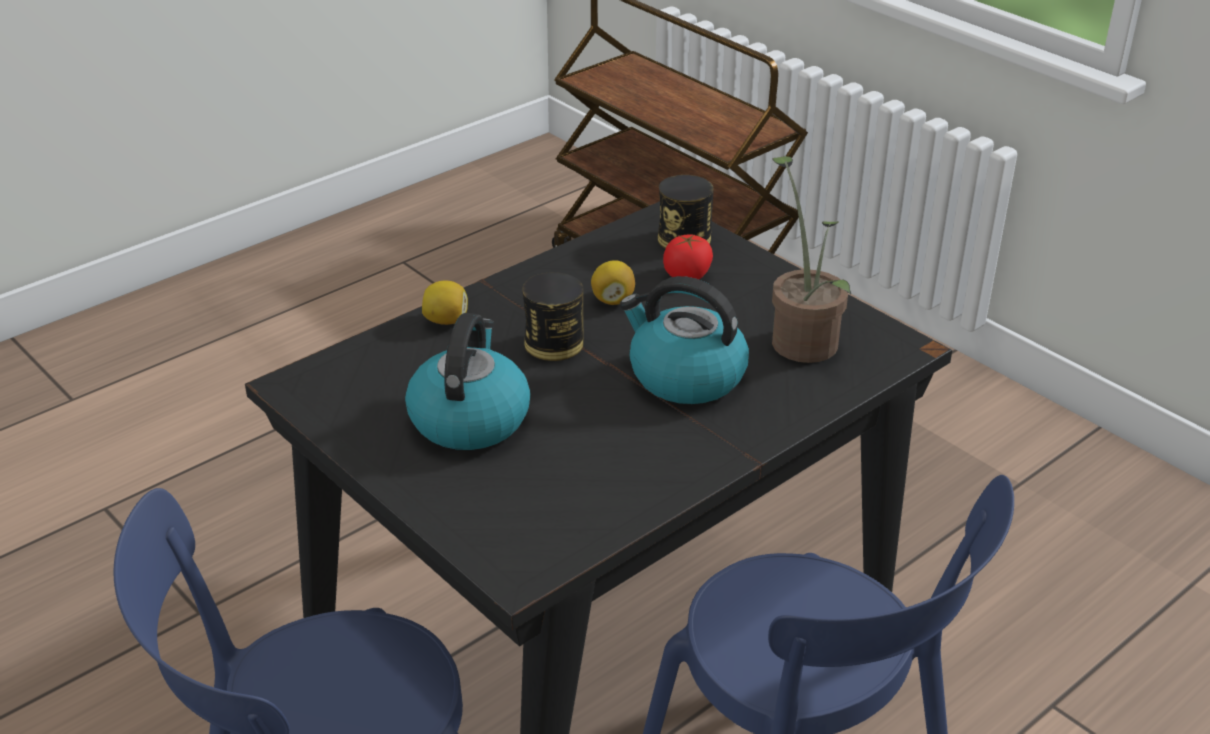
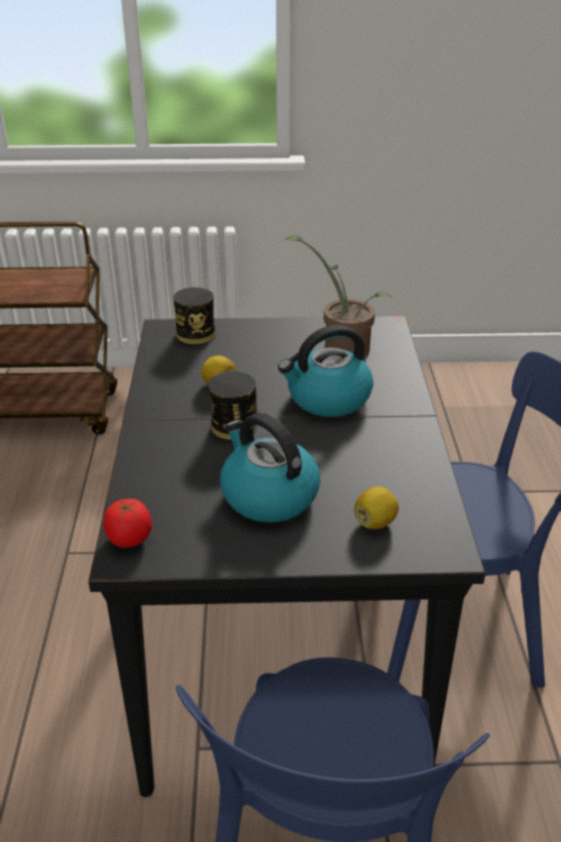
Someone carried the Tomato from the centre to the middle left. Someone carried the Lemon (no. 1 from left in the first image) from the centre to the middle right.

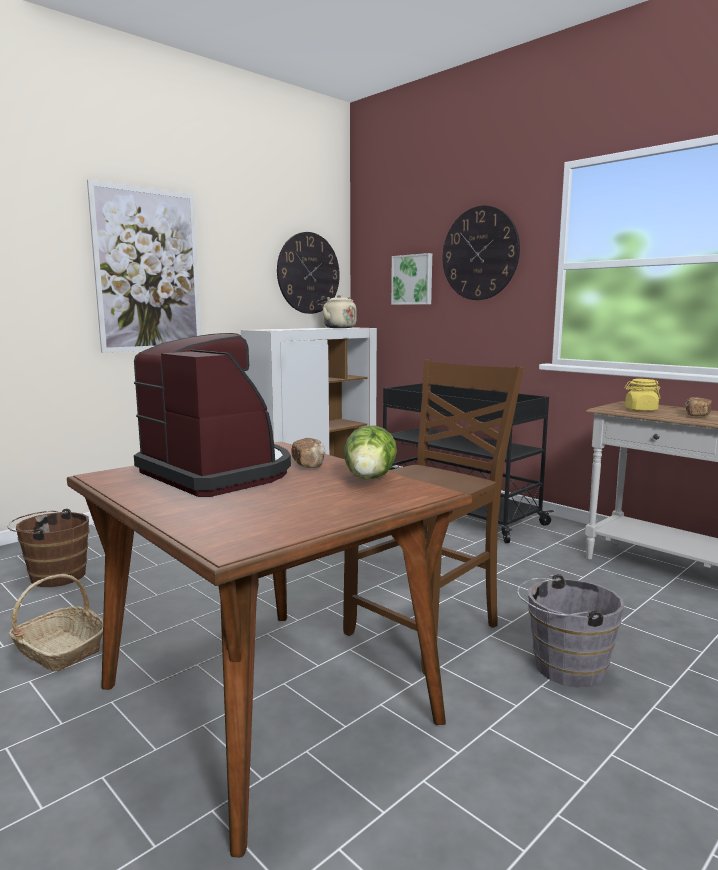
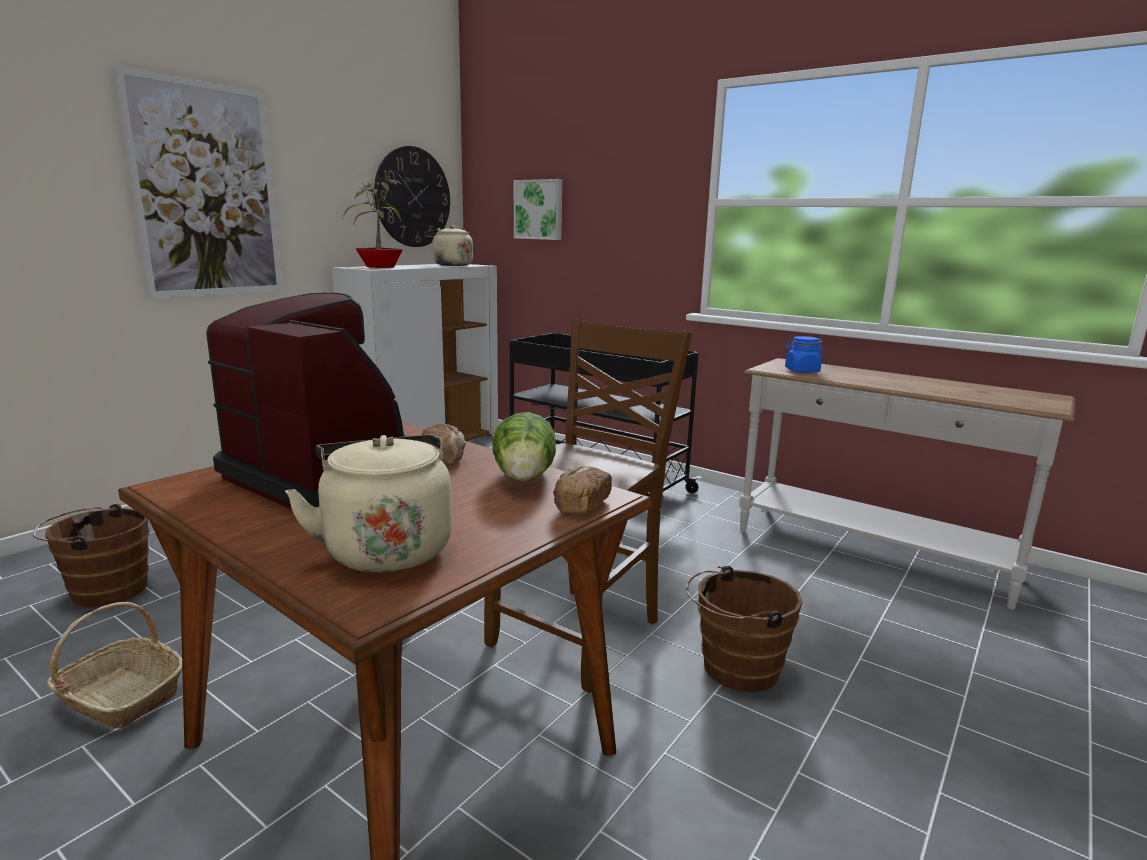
Someone took away the WallClock (no. 2 from left) at the top right. Someone repainted the YellowJar at the middle right, which became the BlueJar at the middle right. Someone carried the Bread (no. 2 from left) from the middle right to the centre. Someone repainted the GreyBucket at the bottom right, which became the BrownBucket (no. 2 from left) at the bottom centre. Someone put down the PottedPlant at the top left. Someone put down the BeigeKettle (no. 1 from left) at the middle left.

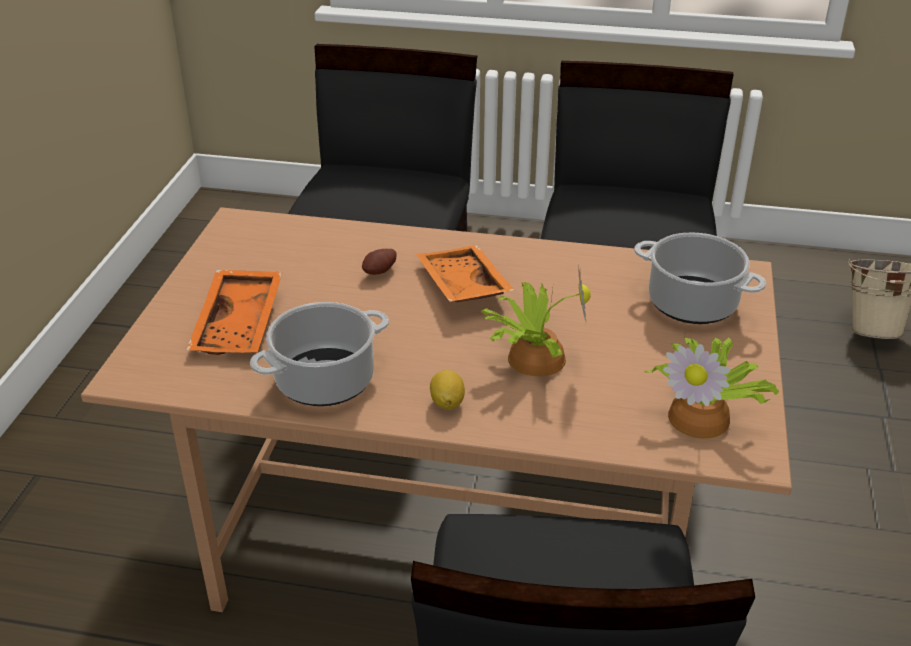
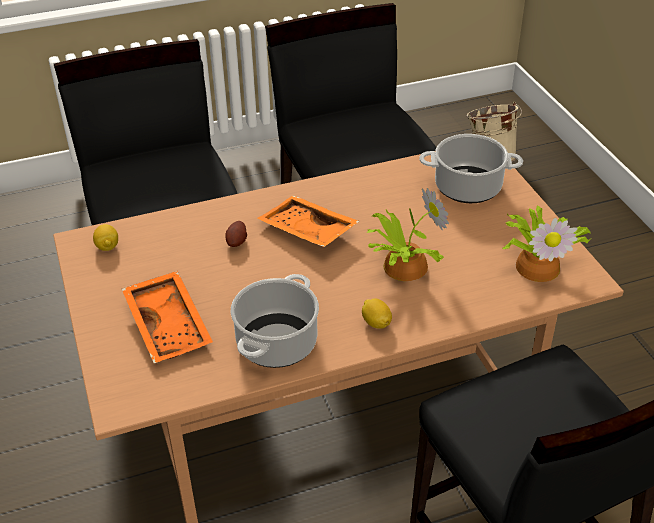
Someone put down the Lemon (no. 1 from left) at the middle left.

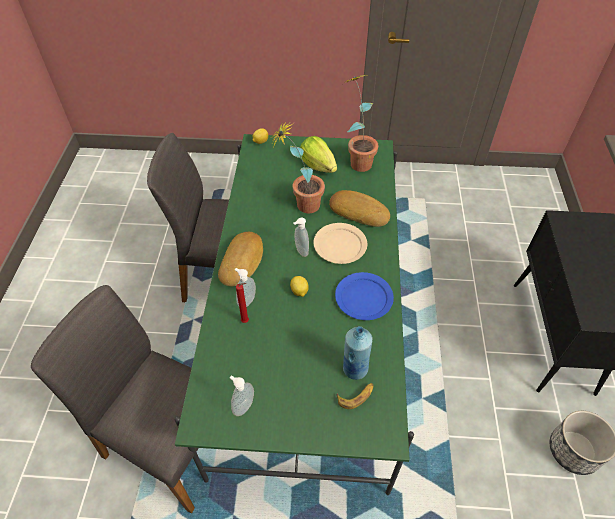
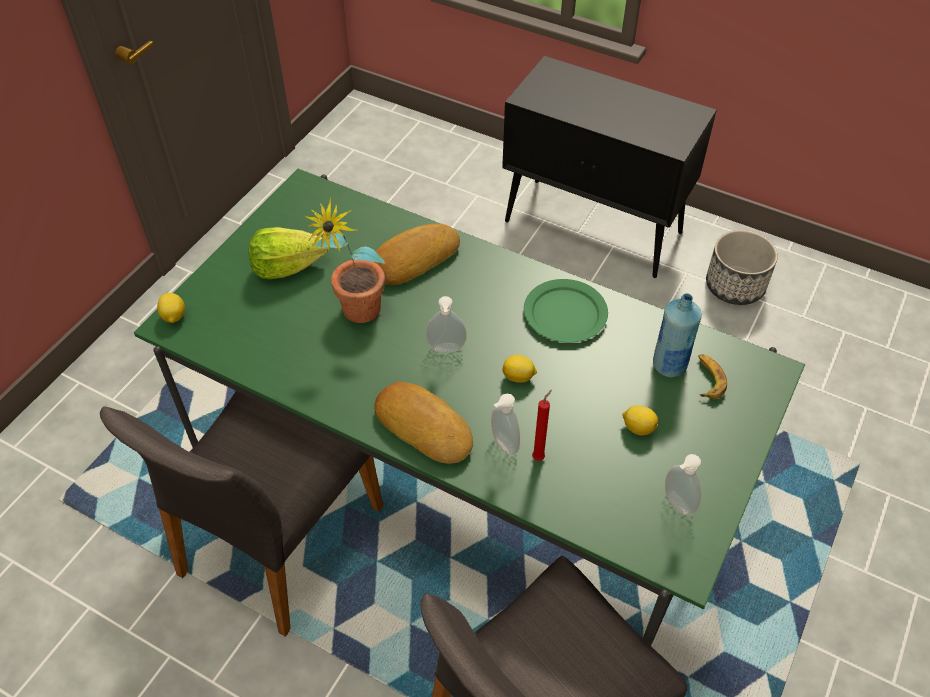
Someone took away the PottedPlant (no. 2 from left) at the top centre. Someone took away the BeigePlate at the centre. Someone repainted the BluePlate at the centre, which became the GreenPlate at the centre. Someone put down the Lemon (no. 3 from left) at the middle right.

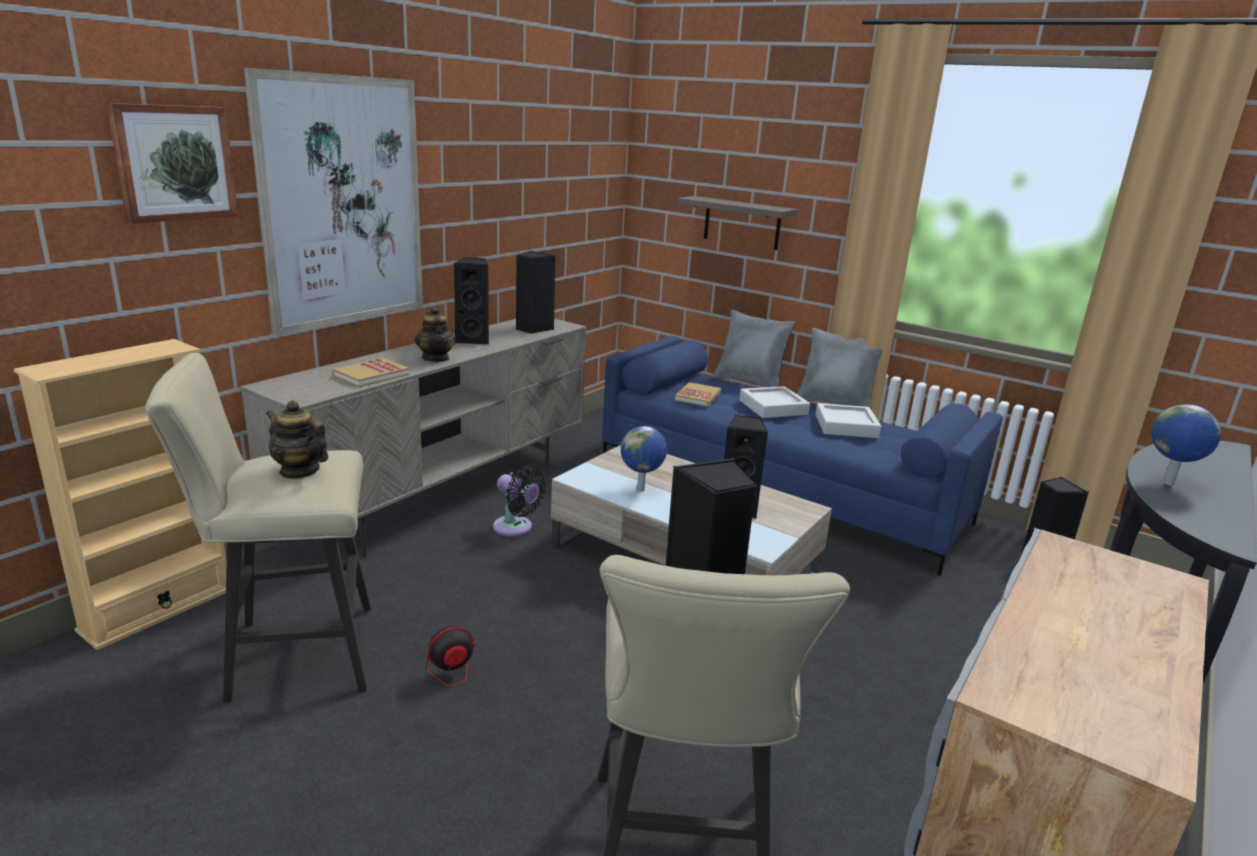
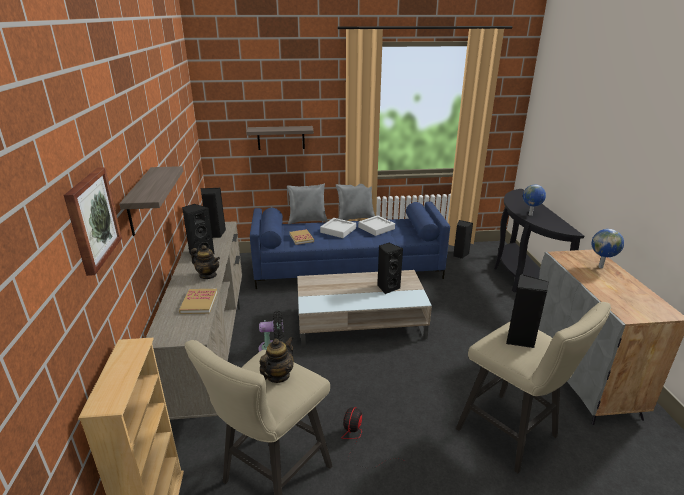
Someone swapped the Picture (no. 2 from left) at the top left for the Shelf (no. 1 from left) at the middle left. Someone rotated the Teapot (no. 1 from left in the first image) at the middle left by 135 degrees clockwise. Someone carried the Globe (no. 1 from left in the first image) from the centre to the middle right.

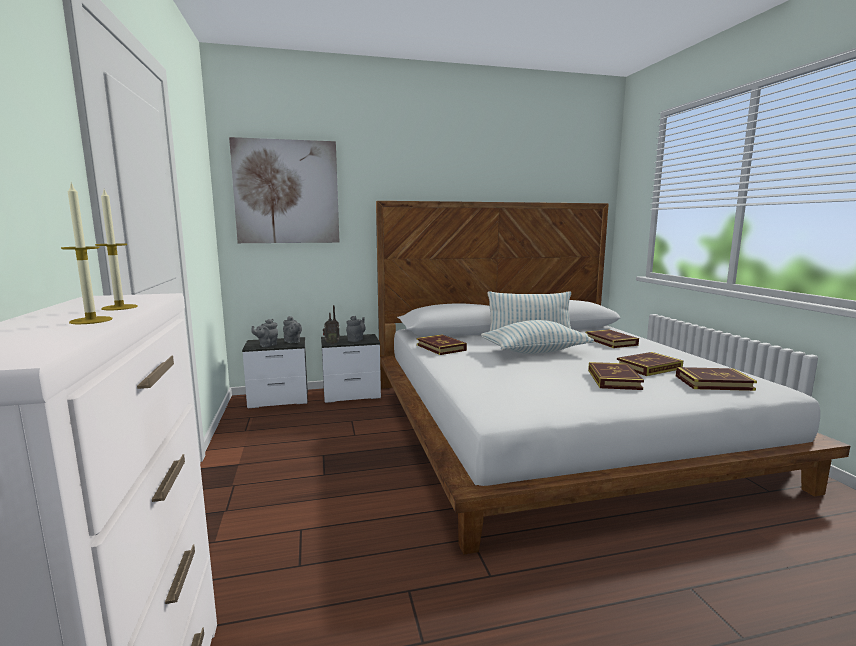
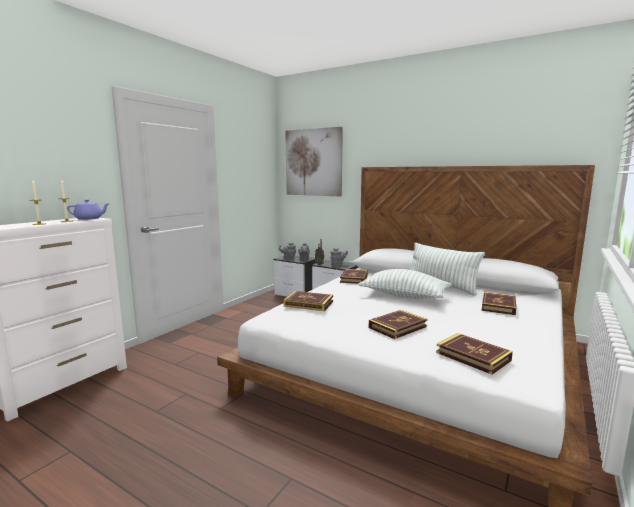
Someone carried the Book (no. 4 from left in the first image) from the middle right to the centre. Someone put down the PurpleTeapot at the middle left.

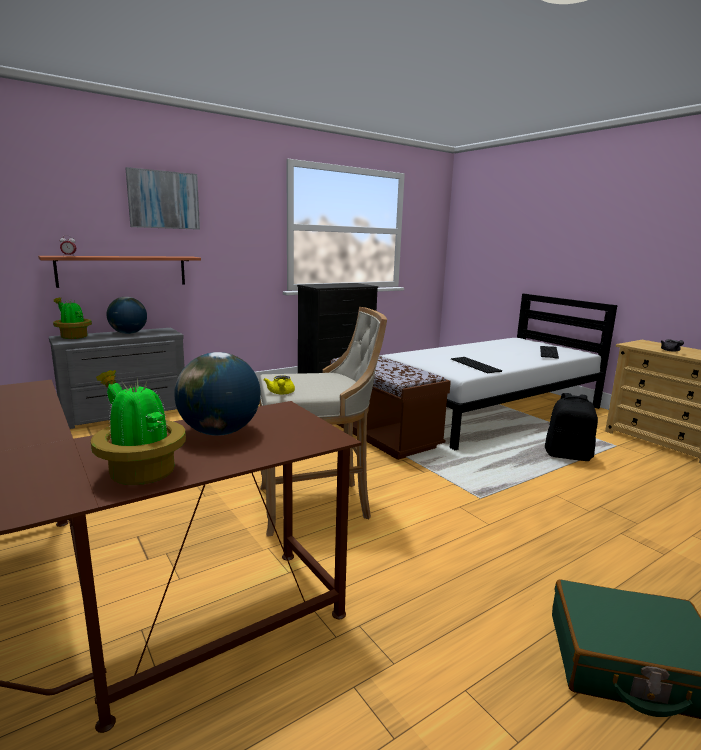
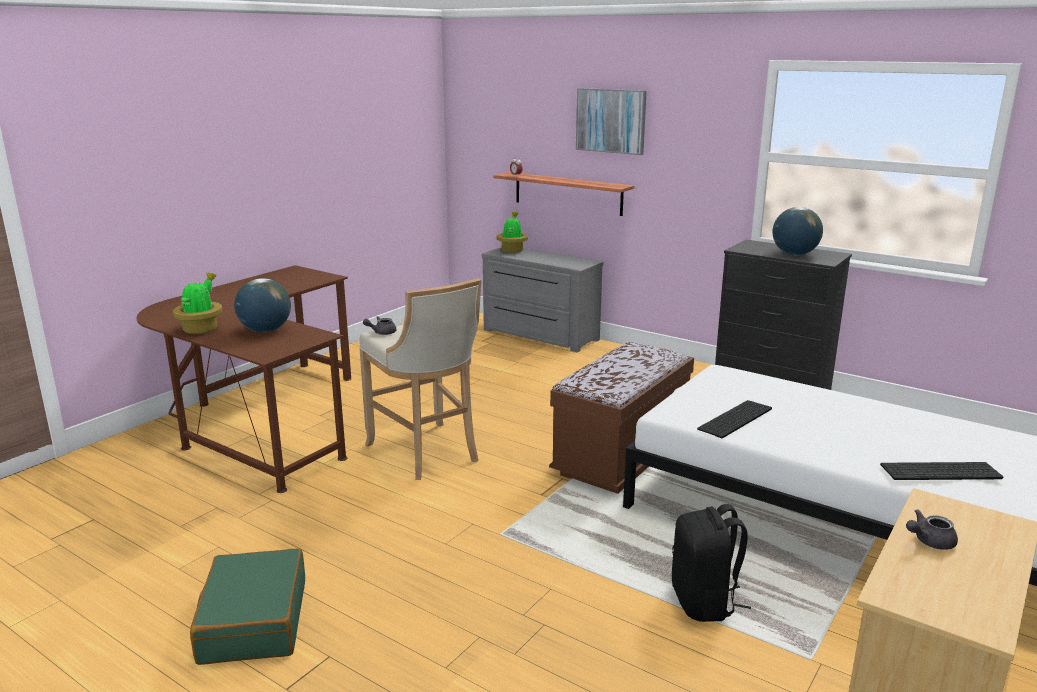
Someone carried the Globe (no. 1 from left in the first image) from the middle left to the middle right. Someone repainted the YellowTeapot at the centre, which became the GreyTeapot (no. 1 from left) at the centre.

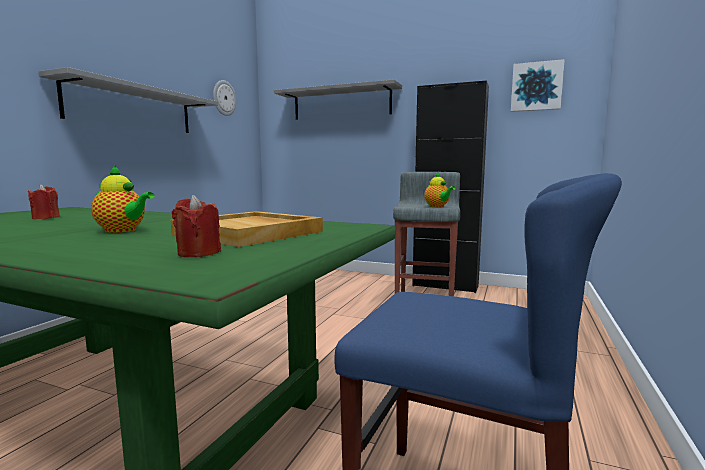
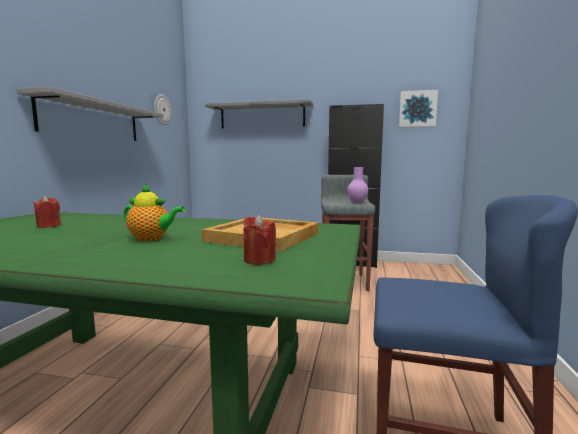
Someone swapped the Teapot (no. 2 from left) at the centre for the PurpleVase at the centre.

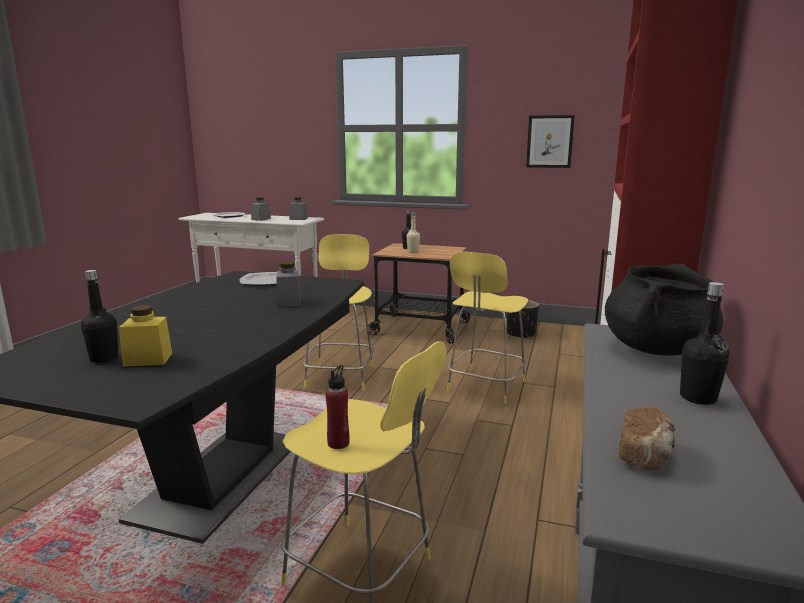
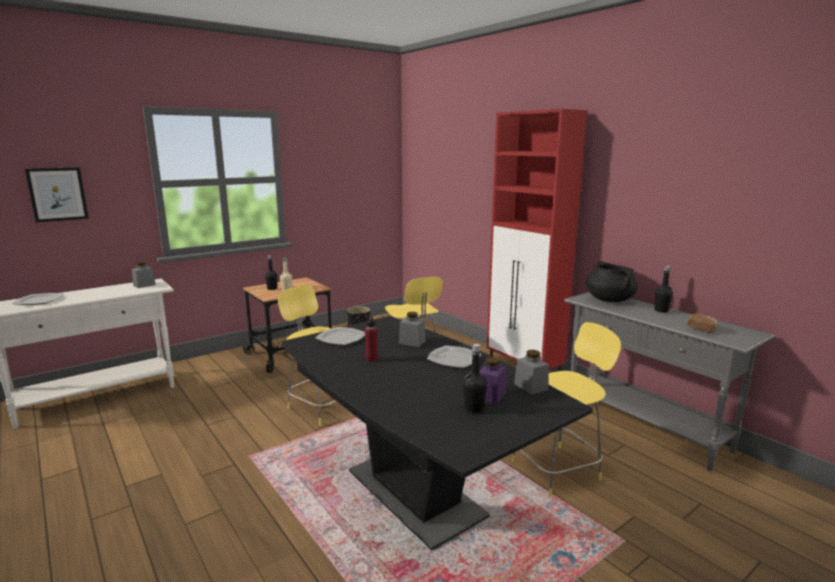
Someone carried the Picture from the top right to the middle left. Someone carried the GreyJar (no. 1 from left in the first image) from the middle left to the centre. Someone repainted the YellowJar at the middle left, which became the PurpleJar at the centre. Someone carried the RedBottle from the bottom centre to the centre. Someone put down the Plate (no. 3 from left) at the centre.

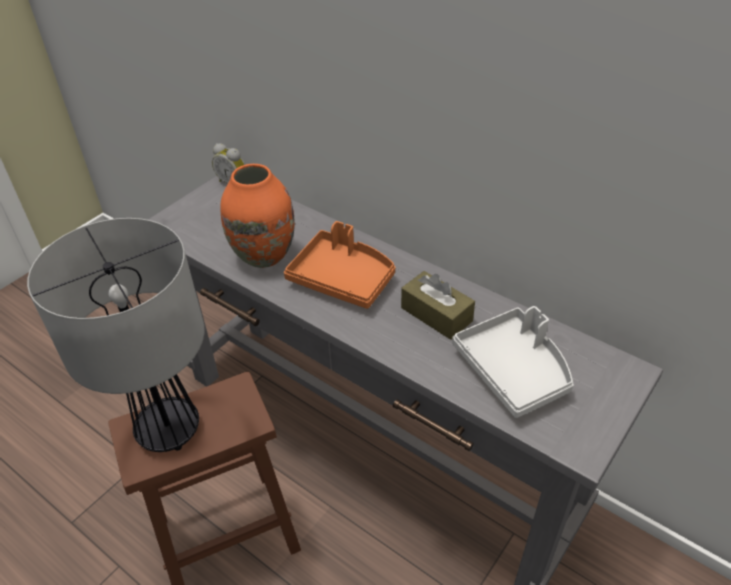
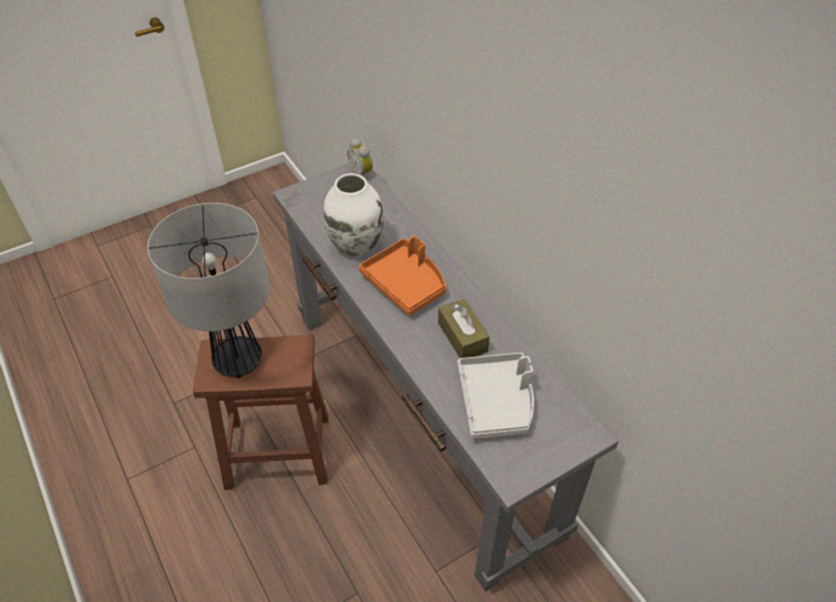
Someone repainted the OrangeVase at the centre, which became the WhiteVase at the centre.

